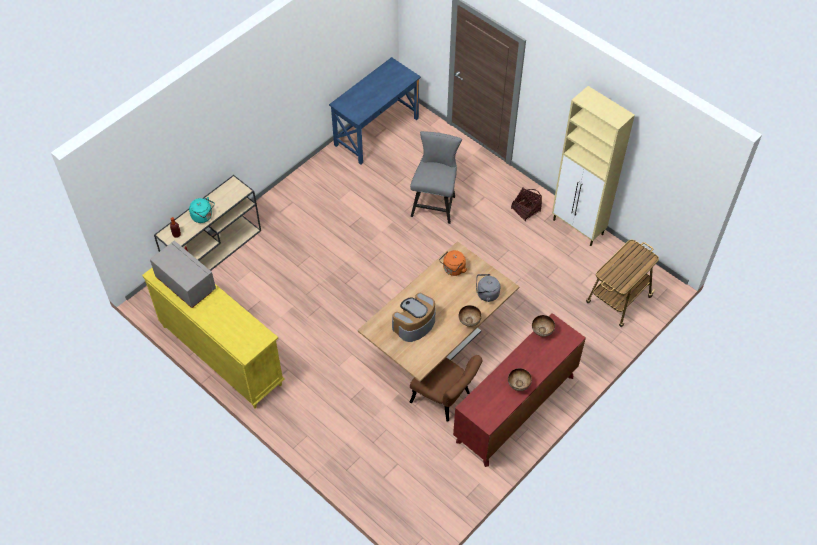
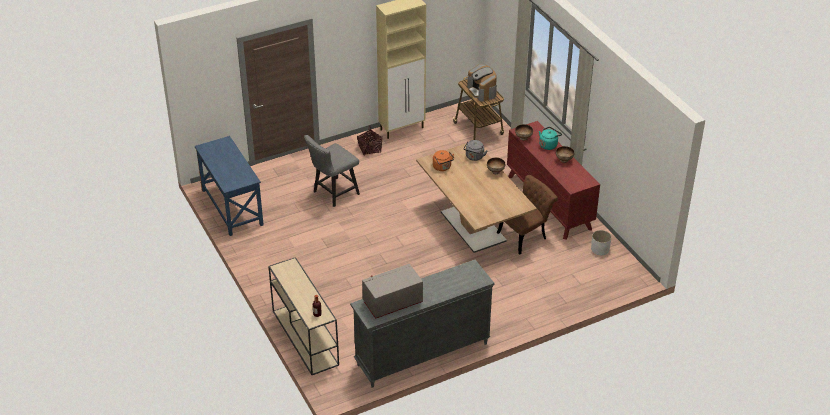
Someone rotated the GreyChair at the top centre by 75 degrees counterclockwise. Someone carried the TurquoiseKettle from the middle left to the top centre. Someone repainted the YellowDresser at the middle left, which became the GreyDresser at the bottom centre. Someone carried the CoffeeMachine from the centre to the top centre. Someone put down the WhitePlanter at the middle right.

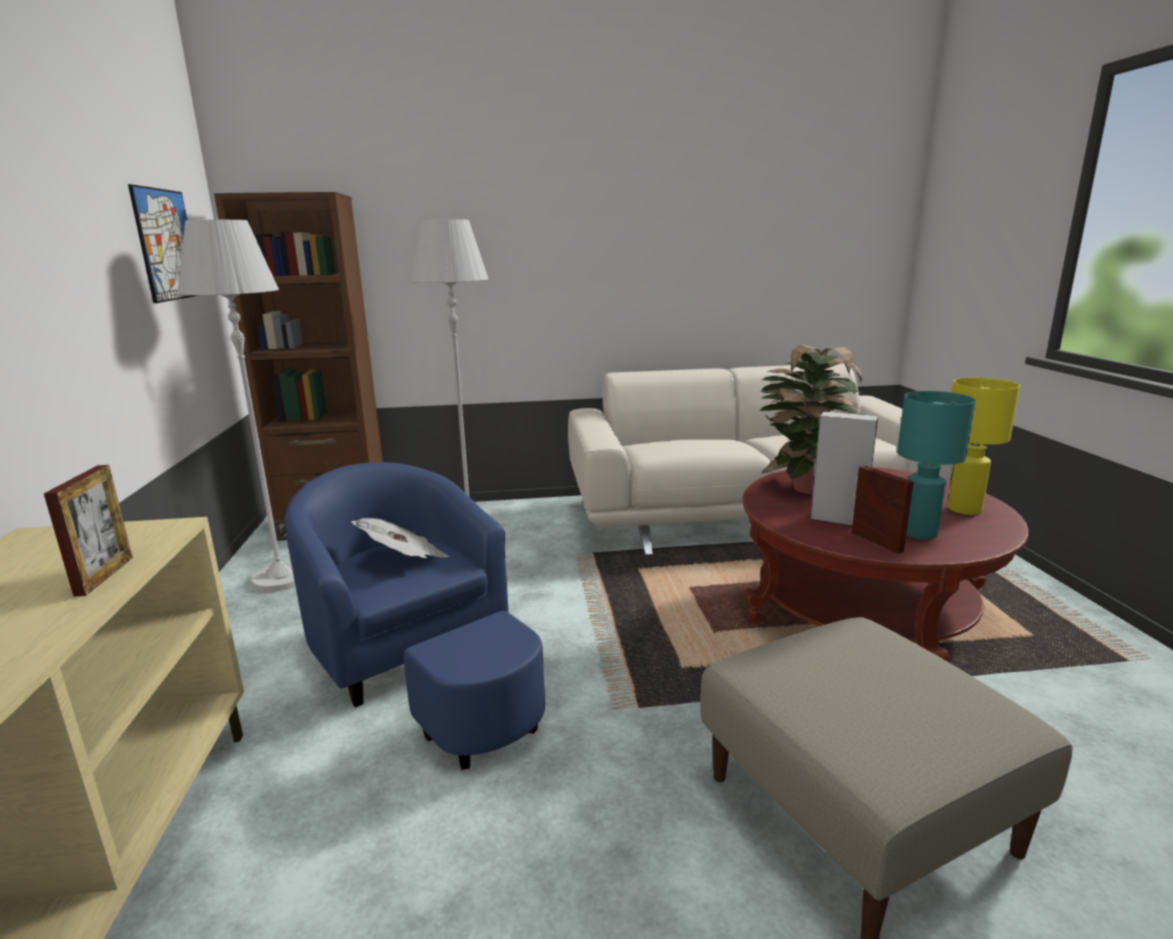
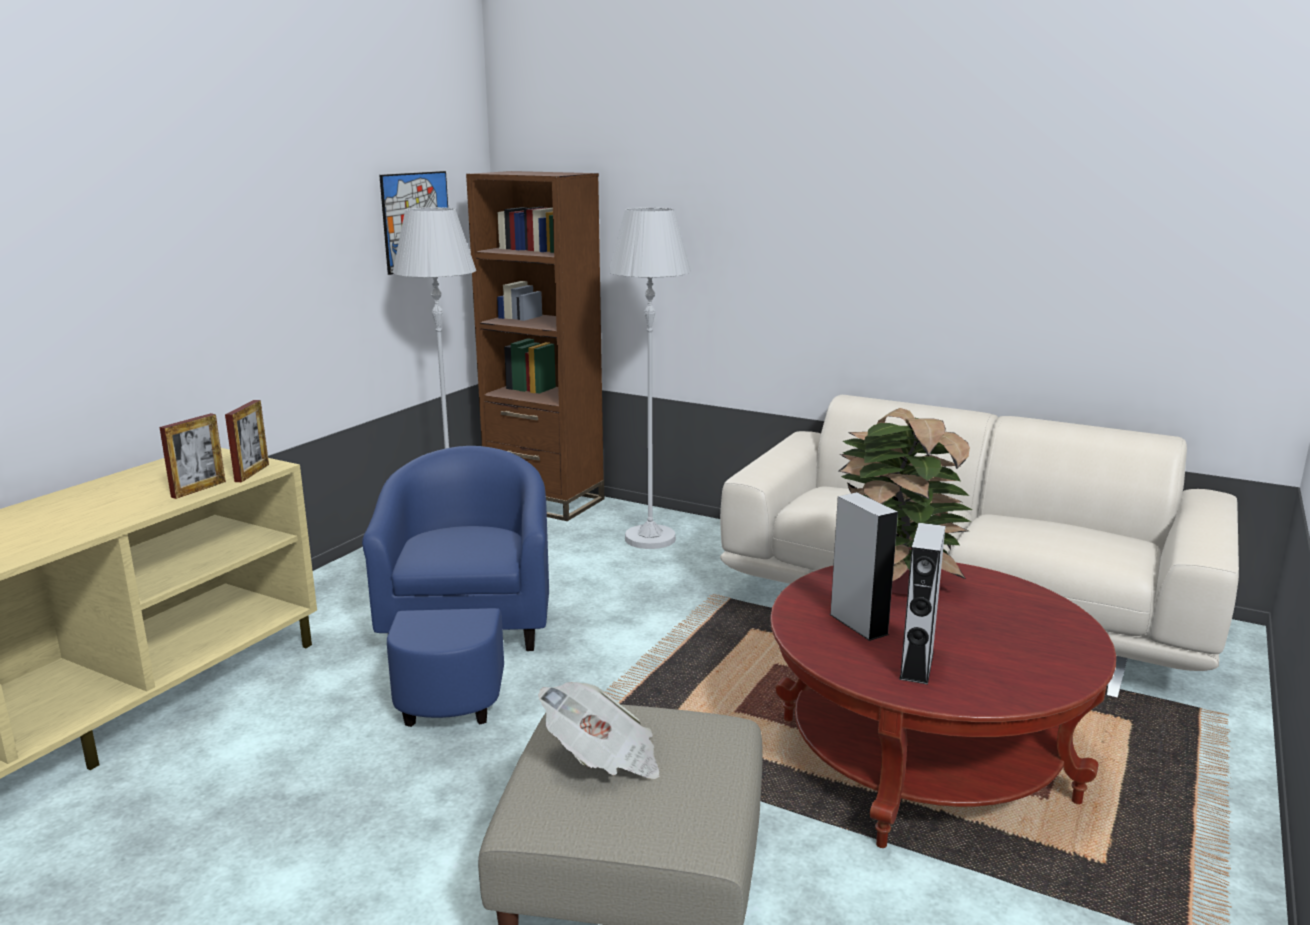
Someone took away the YellowTableLamp at the middle right. Someone swapped the TurquoiseTableLamp at the middle right for the GreySpeaker (no. 2 from left) at the middle right. Someone carried the PictureFrame (no. 2 from left) from the middle right to the middle left. Someone carried the Newspaper from the centre to the bottom centre.

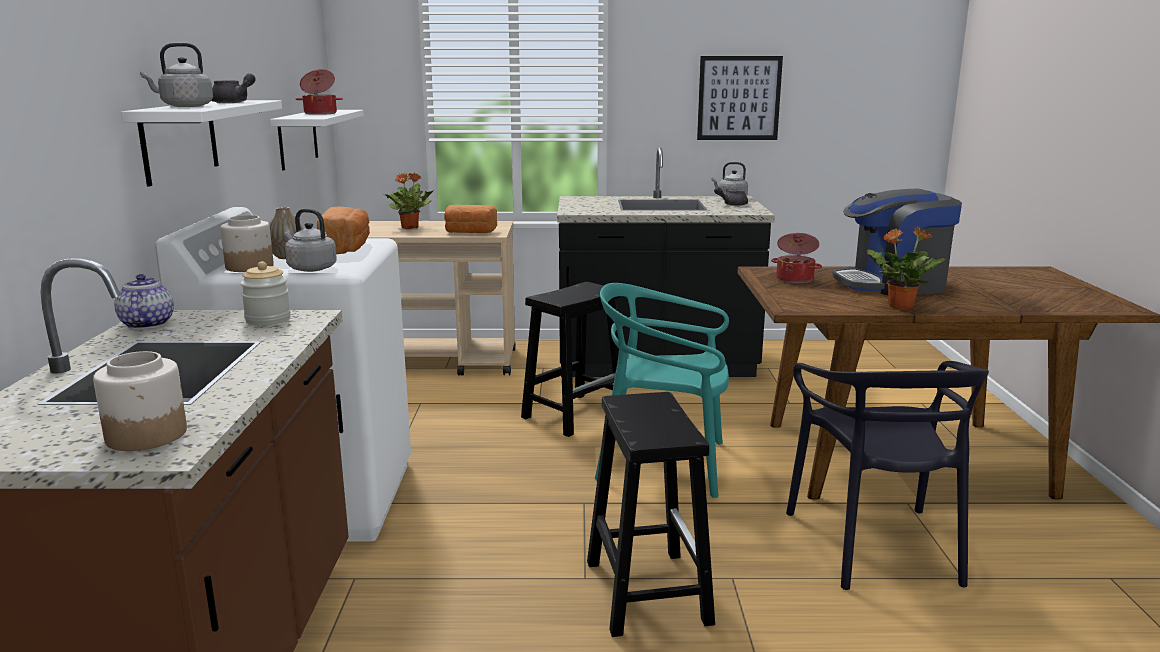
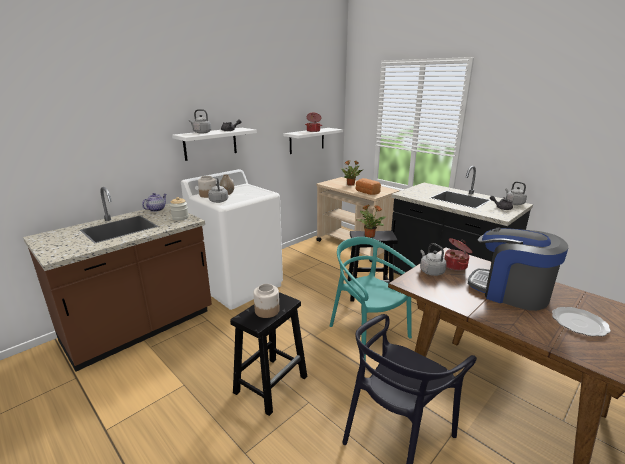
Someone took away the Picture at the top centre. Someone took away the Bread (no. 1 from left) at the middle left. Someone carried the PottedPlant (no. 2 from left) from the middle right to the centre. Someone carried the Jar (no. 1 from left in the first image) from the middle left to the centre. Someone put down the GreyKettle (no. 3 from left) at the middle right. Someone put down the Plate at the bottom right.

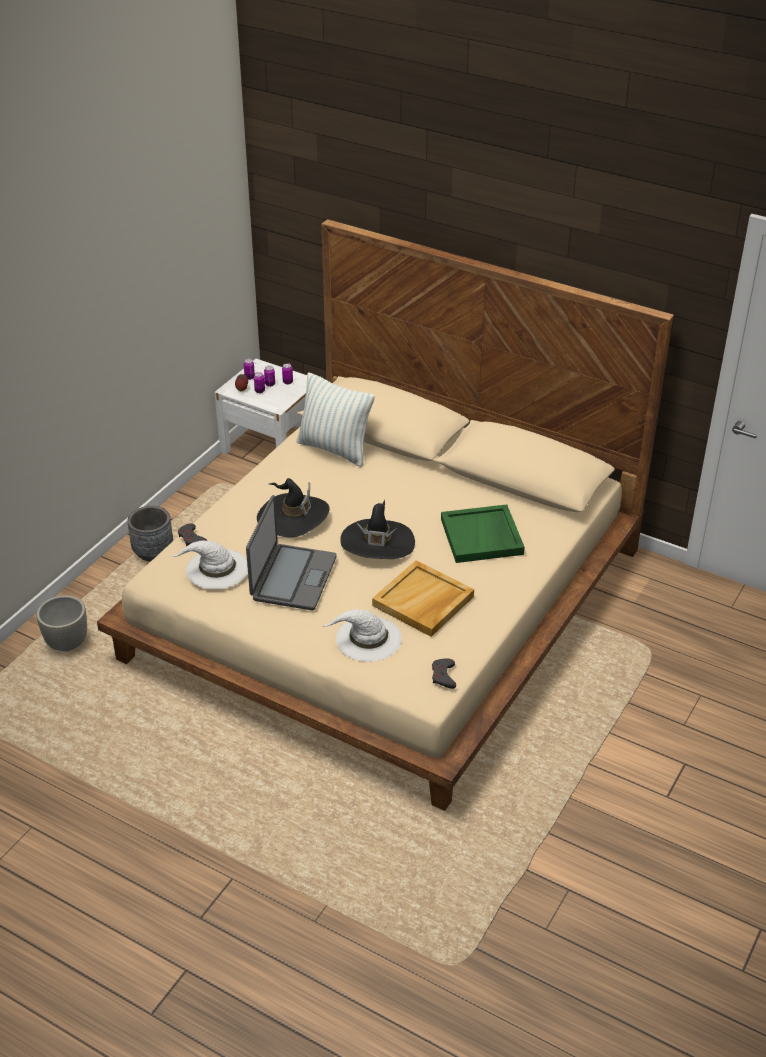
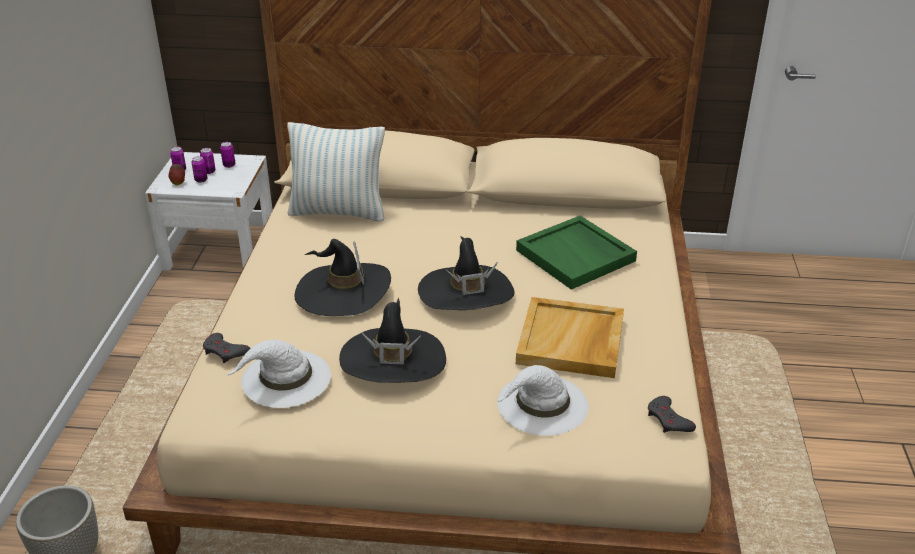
Someone swapped the Laptop at the centre for the BlackHat (no. 2 from left) at the centre. Someone took away the GreyPlanter (no. 2 from left) at the middle left.

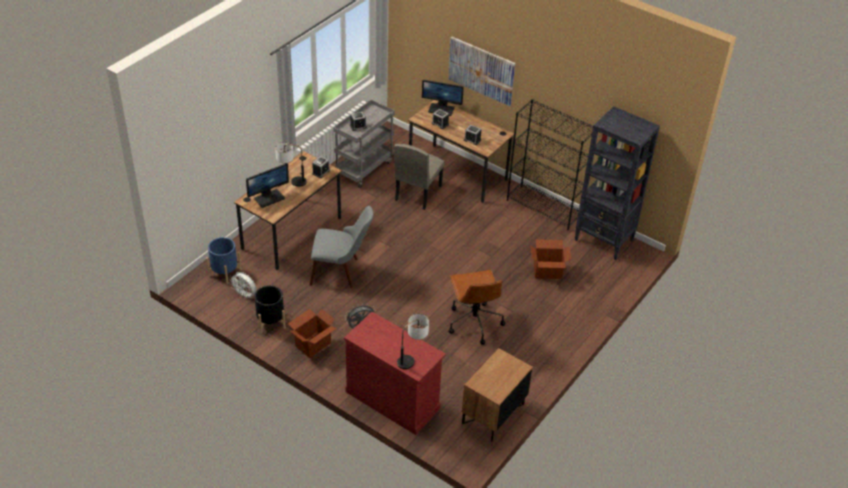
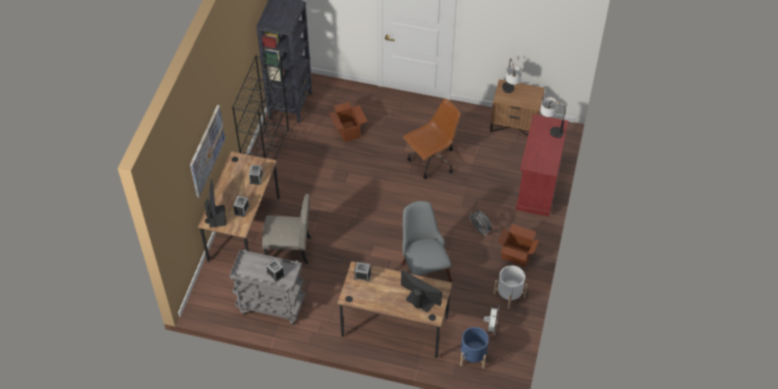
Someone carried the TableLamp (no. 1 from left) from the centre to the top centre. Someone repainted the BlackPlanter at the middle left, which became the WhitePlanter at the bottom centre.

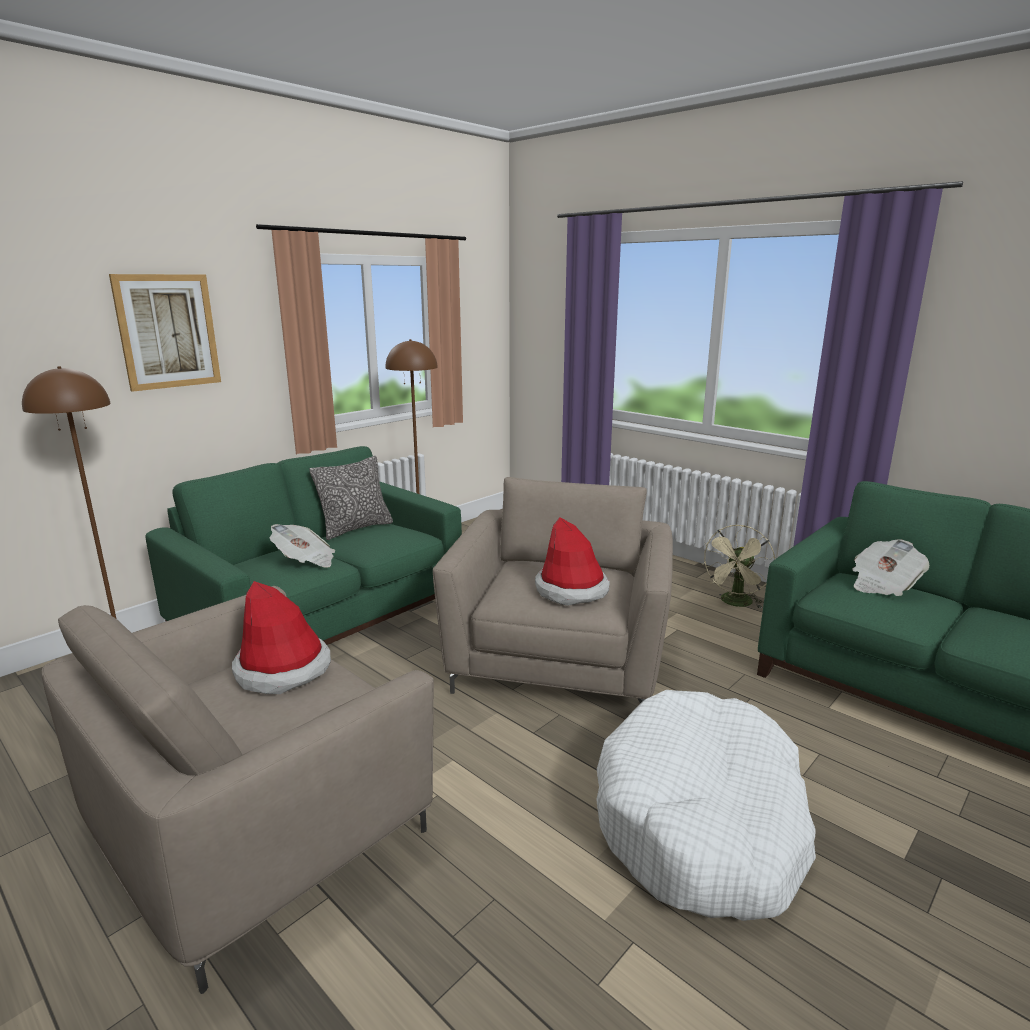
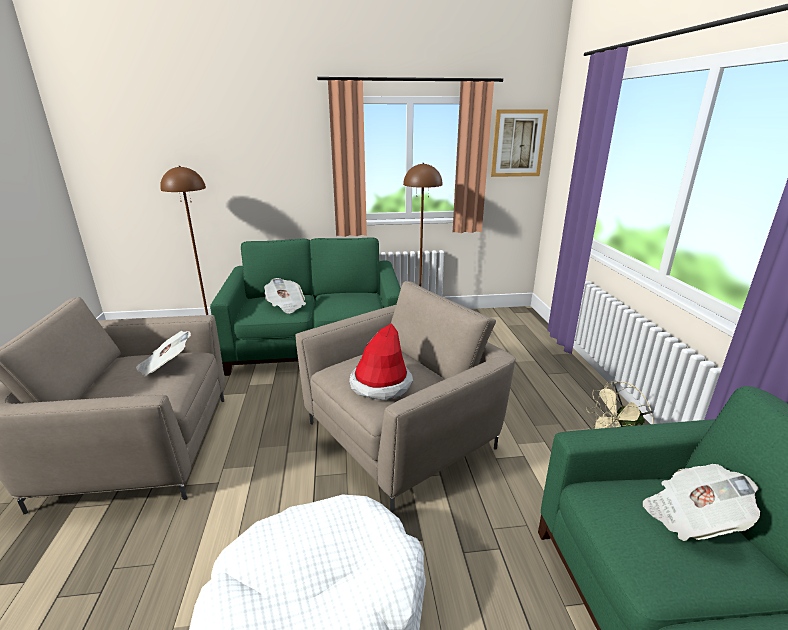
Someone carried the Picture from the top left to the top centre. Someone took away the Pillow at the centre. Someone swapped the Hat (no. 1 from left) at the middle left for the Newspaper (no. 1 from left) at the middle left.

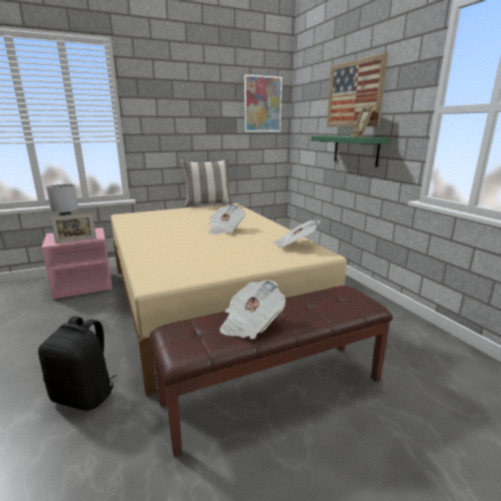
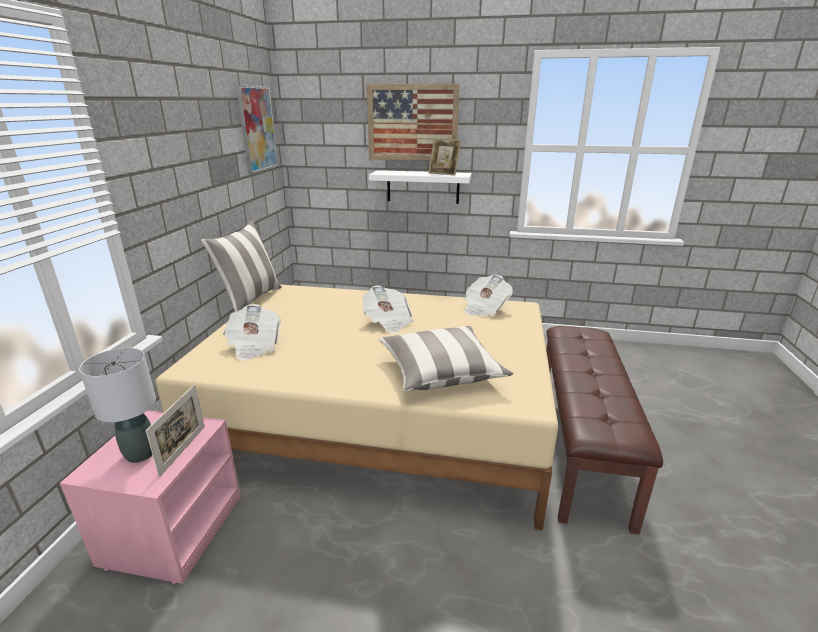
Someone repainted the GreenShelf at the top right, which became the WhiteShelf at the top centre. Someone carried the Newspaper (no. 2 from left in the first image) from the centre to the middle left. Someone took away the BlackBackpack at the bottom left. Someone put down the Pillow (no. 2 from left) at the centre.

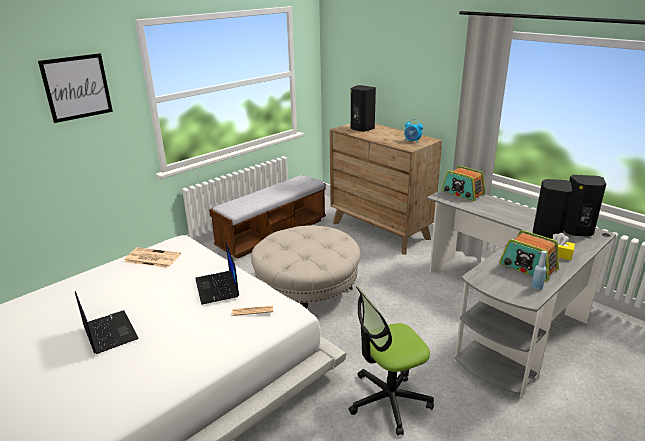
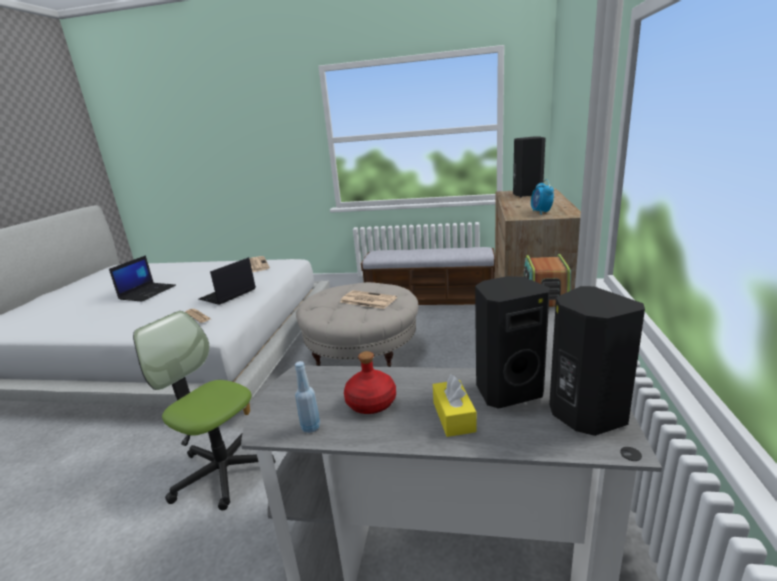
Someone took away the Picture at the top left. Someone swapped the Radio (no. 2 from left) at the middle right for the RedBottle at the centre. Someone put down the Newspaper (no. 3 from left) at the centre.

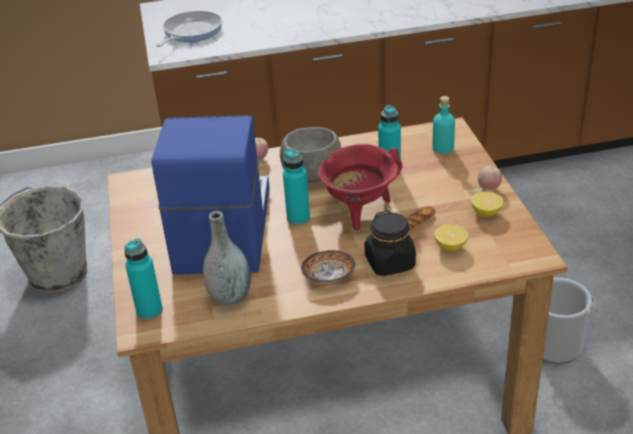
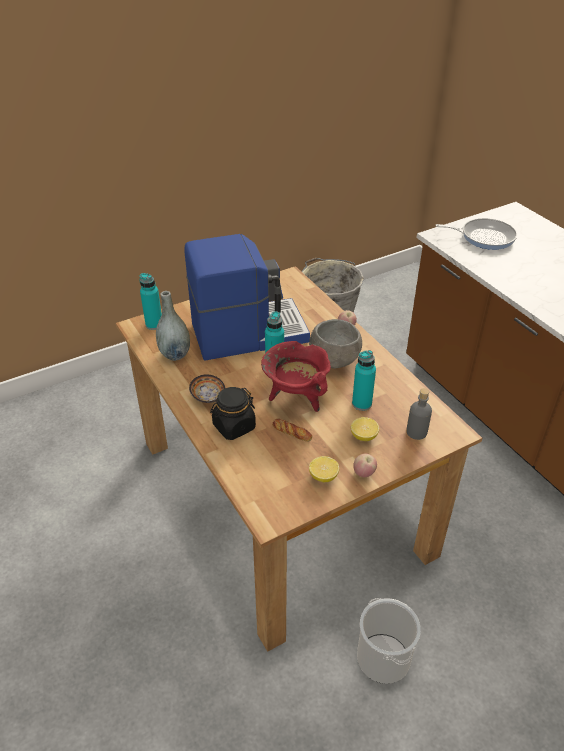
Someone repainted the TurquoiseBottle (no. 4 from left) at the top right, which became the GreyBottle at the middle right. Someone carried the Lemon (no. 1 from left in the first image) from the middle right to the centre.

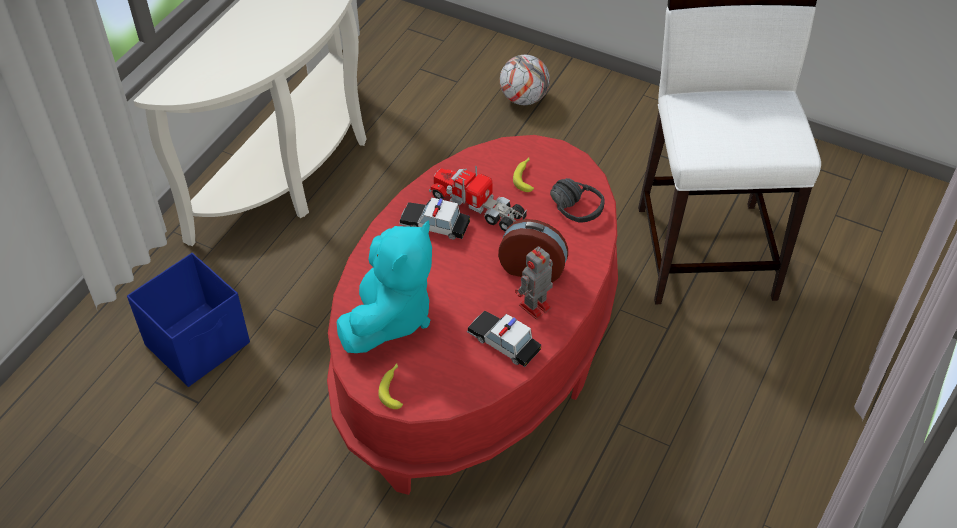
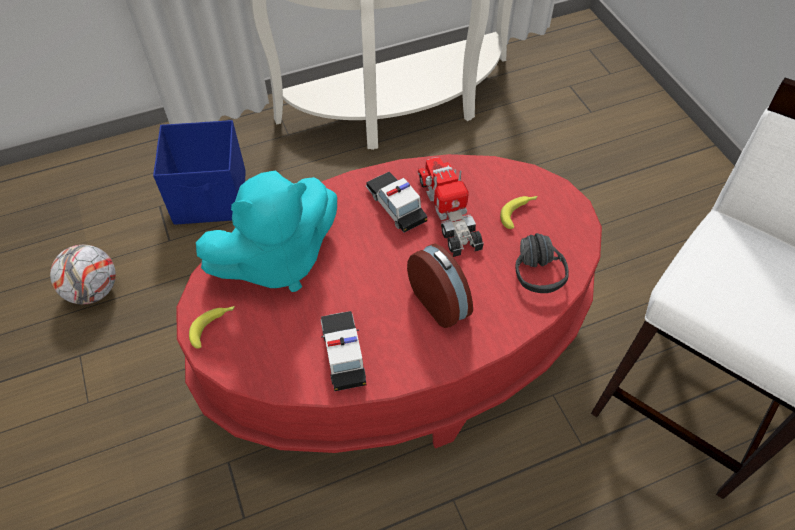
Someone carried the Football from the top centre to the middle left. Someone took away the ToyRobot at the centre.

